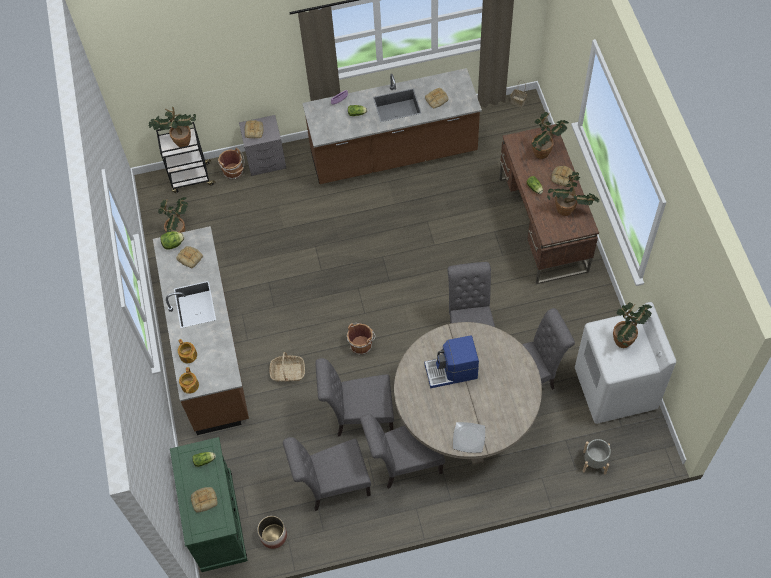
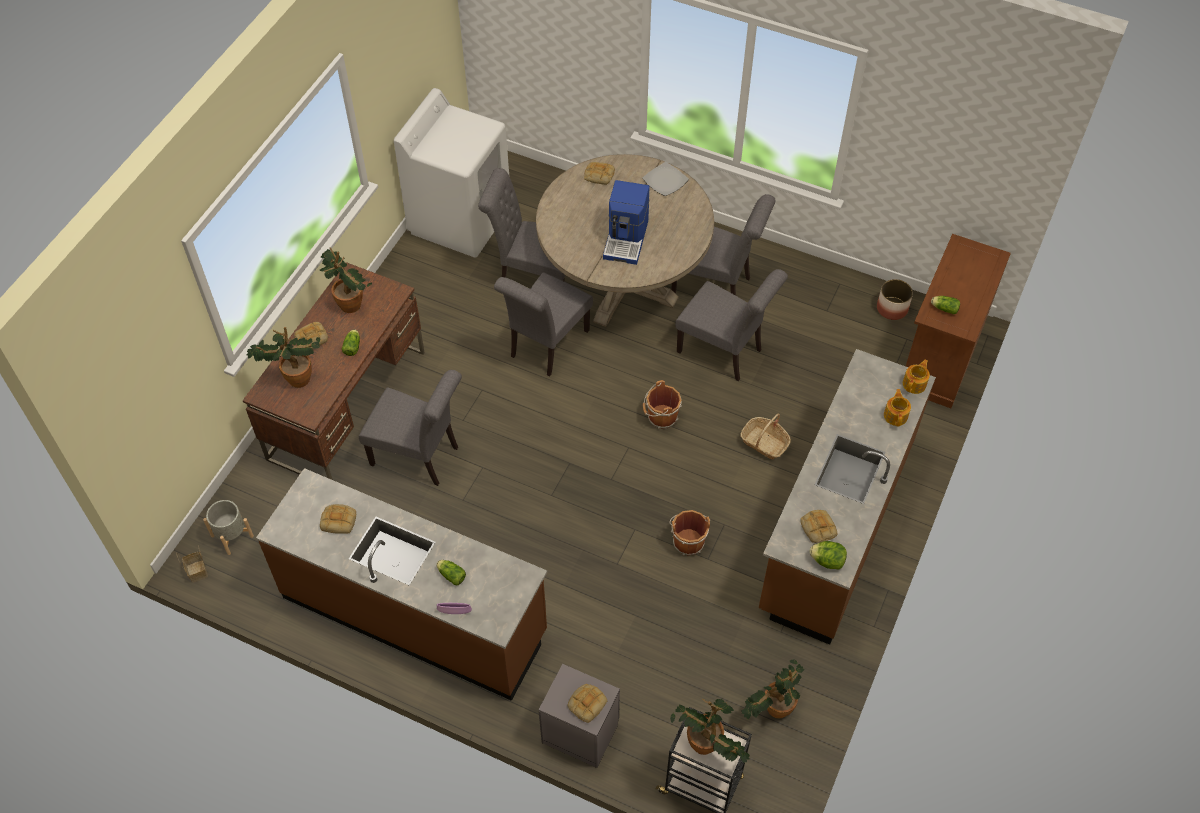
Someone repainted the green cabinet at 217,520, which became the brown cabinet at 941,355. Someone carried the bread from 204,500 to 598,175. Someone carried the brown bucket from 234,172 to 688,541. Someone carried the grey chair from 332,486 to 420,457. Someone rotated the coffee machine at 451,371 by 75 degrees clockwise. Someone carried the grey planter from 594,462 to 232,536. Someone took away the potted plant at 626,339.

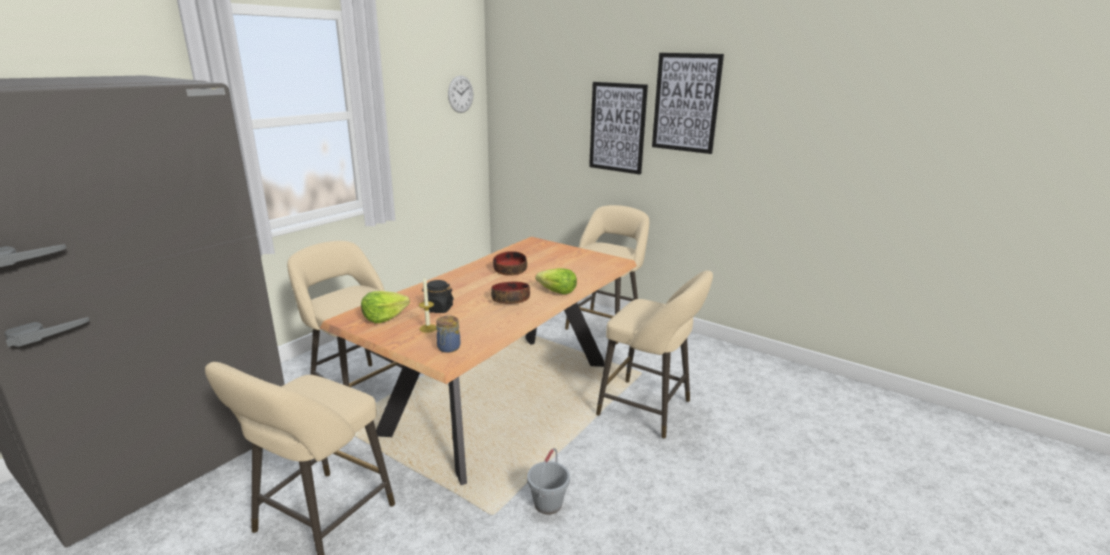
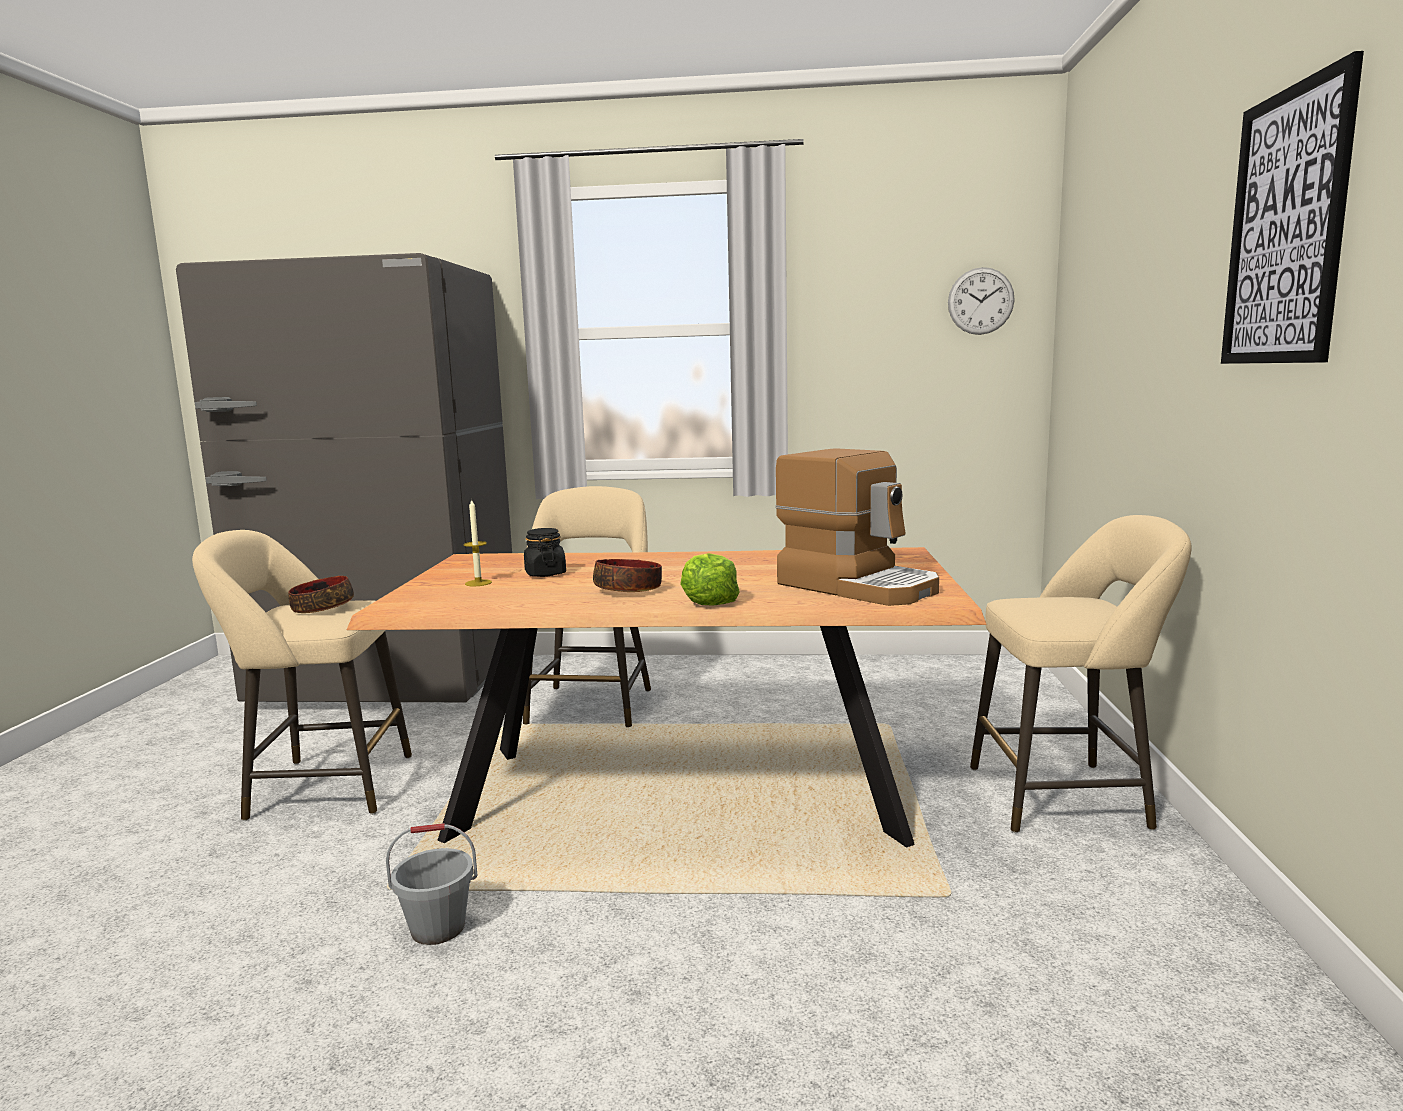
Someone took away the lettuce at 384,317. Someone took away the jar at 448,348. Someone carried the bowl from 510,270 to 322,608. Someone took away the picture at 617,127. Someone took away the beige stool at 649,410. Someone put down the coffee machine at 858,586.

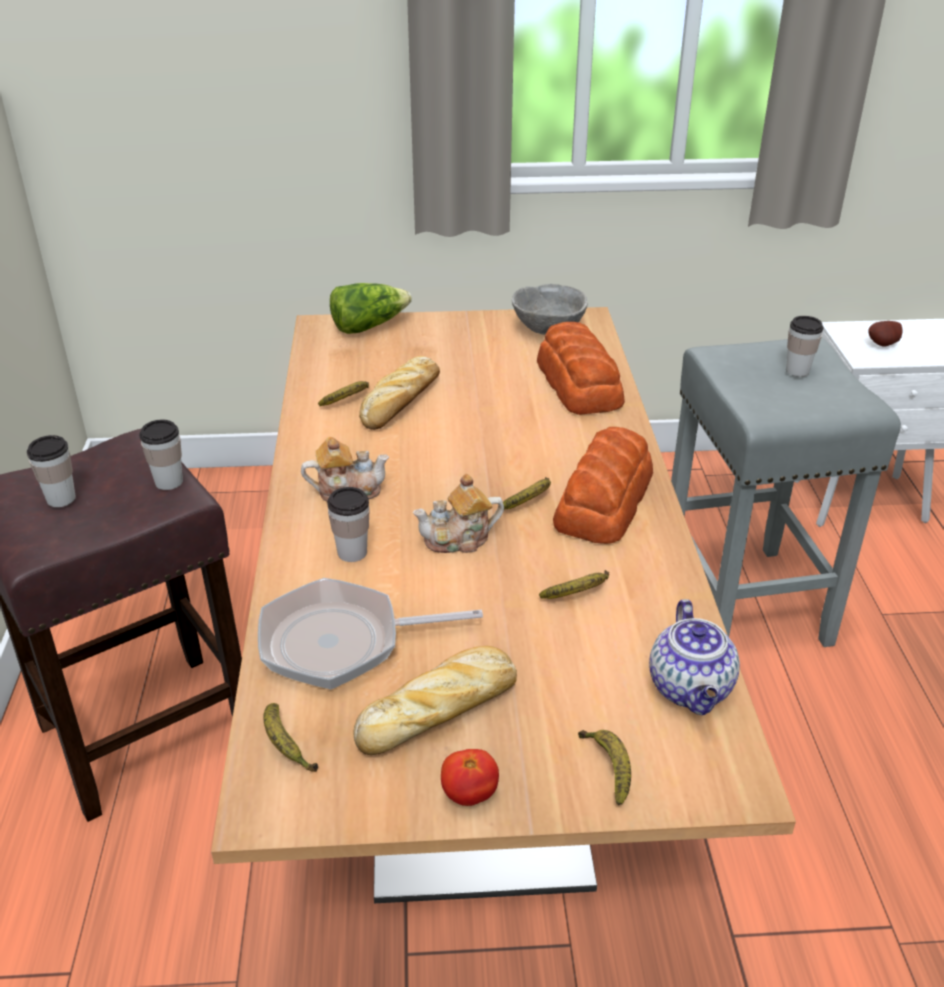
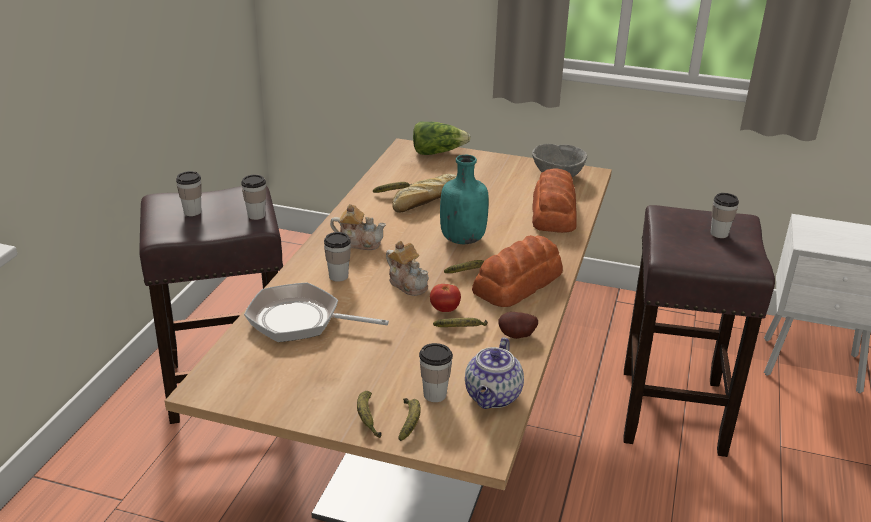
Someone carried the banana from 286,745 to 367,418. Someone took away the bread at 440,708. Someone rotated the teapot at 459,539 by 135 degrees counterclockwise. Someone carried the tomato from 469,794 to 445,309. Someone repainted the grey stool at 745,604, which became the brown stool at 673,412. Someone carried the potato from 884,345 to 517,337. Someone put down the cup at 434,394. Someone put down the turquoise bottle at 462,239.

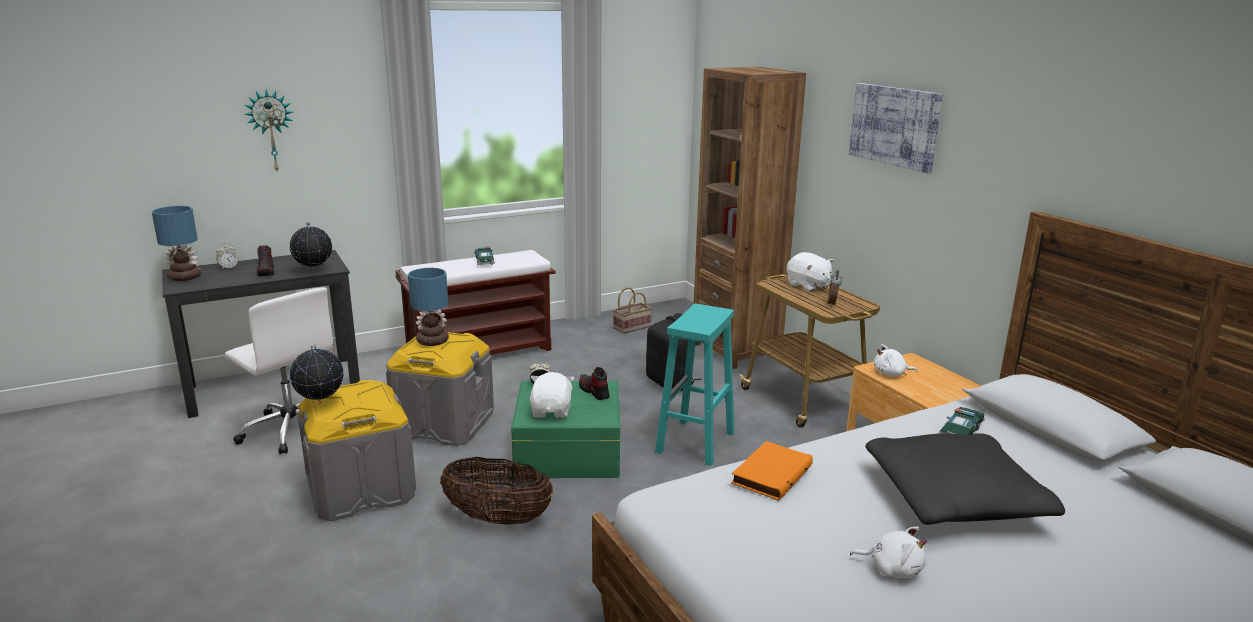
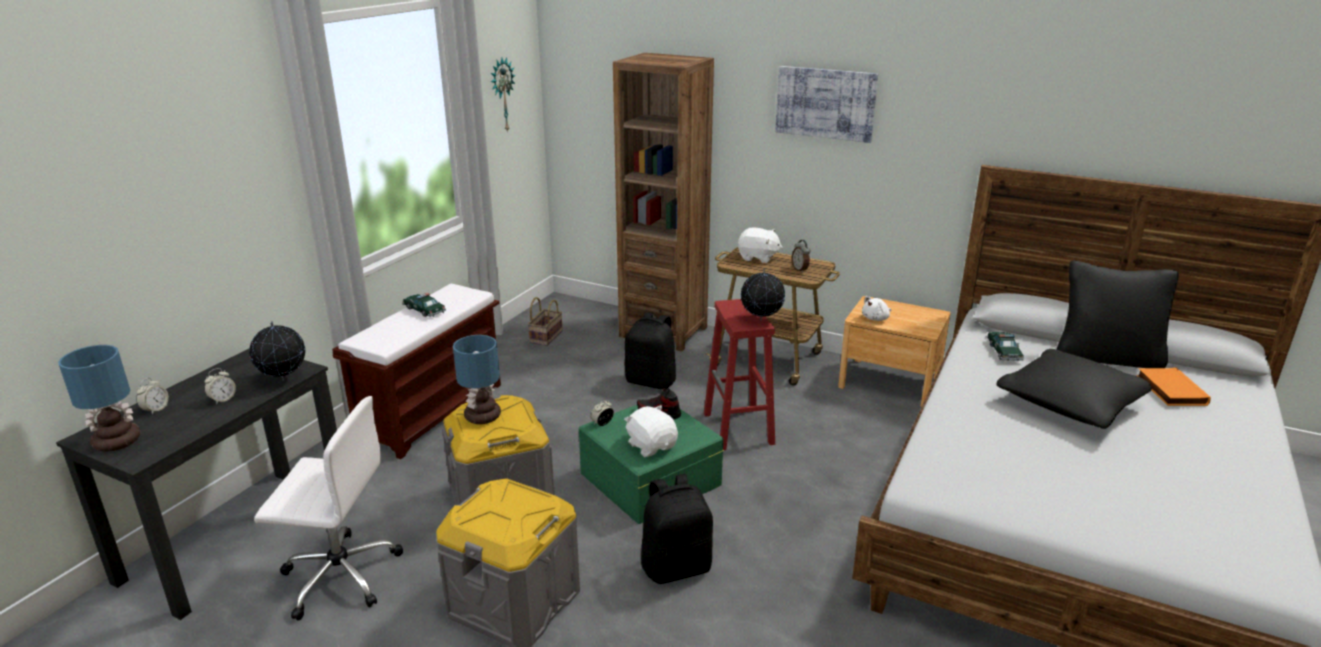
Someone carried the wall clock from 271,131 to 502,95. Someone swapped the shoe at 266,272 for the alarm clock at 222,399. Someone carried the globe from 320,403 to 761,320. Someone swapped the basket at 497,518 for the black backpack at 676,566. Someone repainted the turquoise stool at 695,443, which became the red stool at 739,429. Someone carried the orange book from 770,474 to 1169,390. Someone took away the white plush toy at 892,568. Someone put down the black pillow at 1106,357.

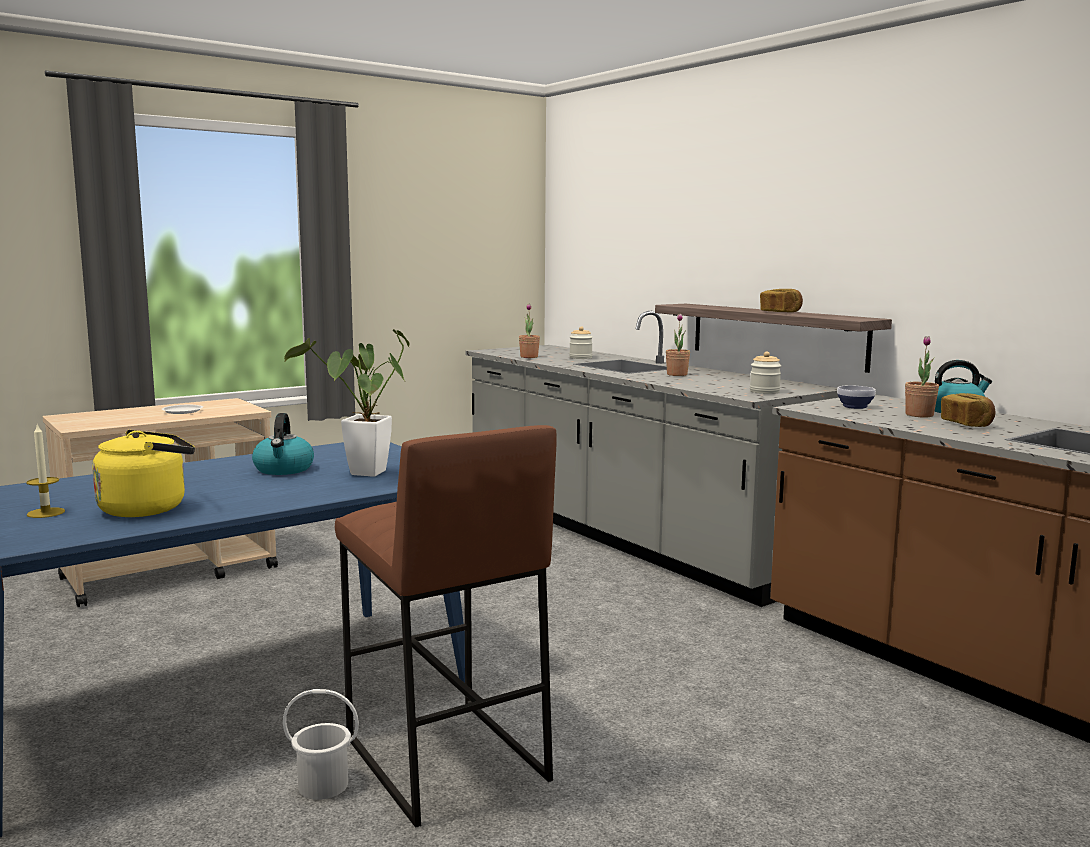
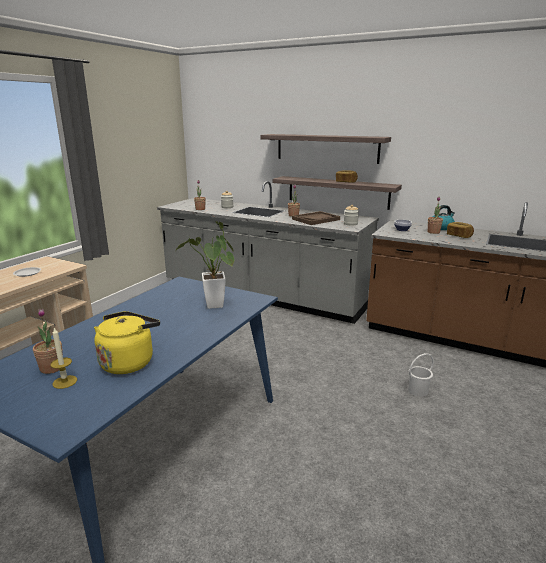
Someone took away the kettle at 284,469. Someone carried the white bucket from 323,785 to 417,390. Someone took away the brown stool at 443,758. Someone put down the potted plant at 51,368. Someone put up the shelf at 326,148. Someone put down the brown tray at 316,219.

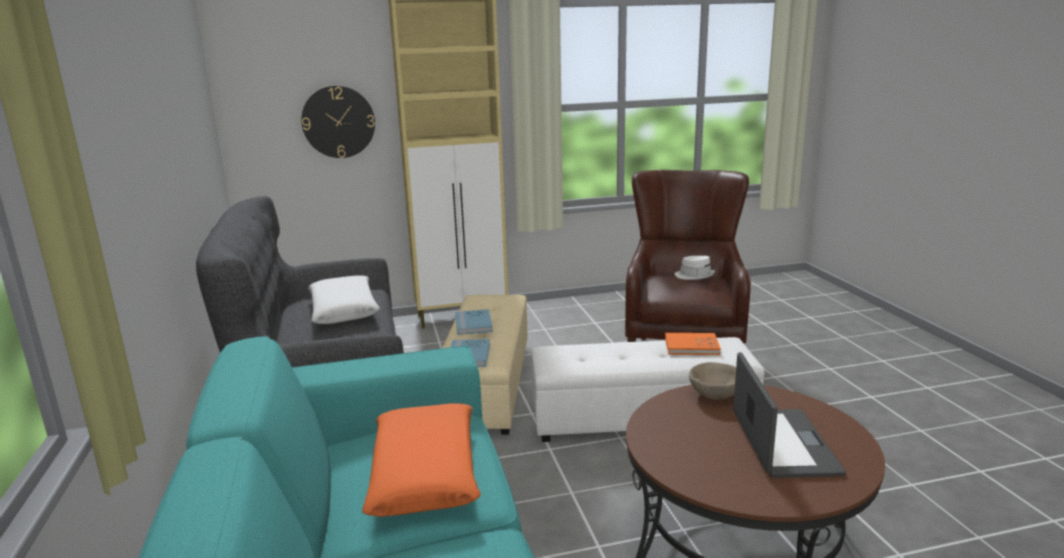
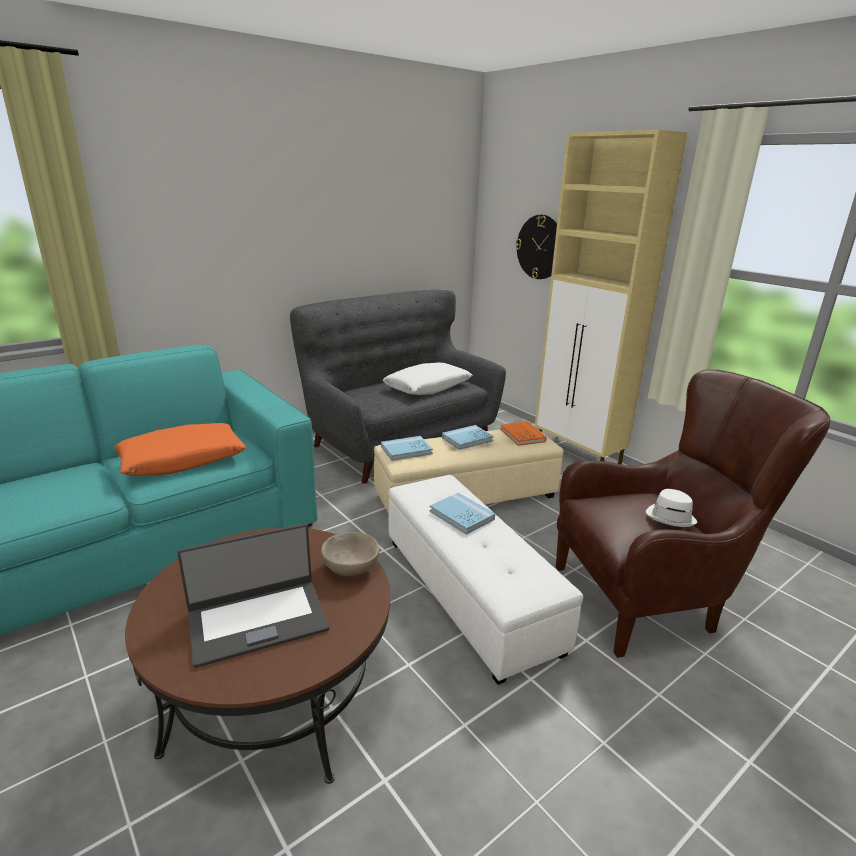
Someone carried the orange book from 691,346 to 522,435. Someone put down the blue book at 461,515.

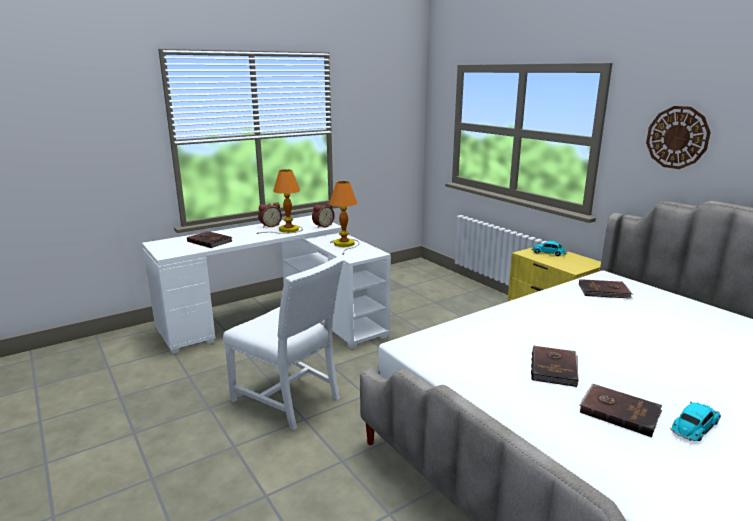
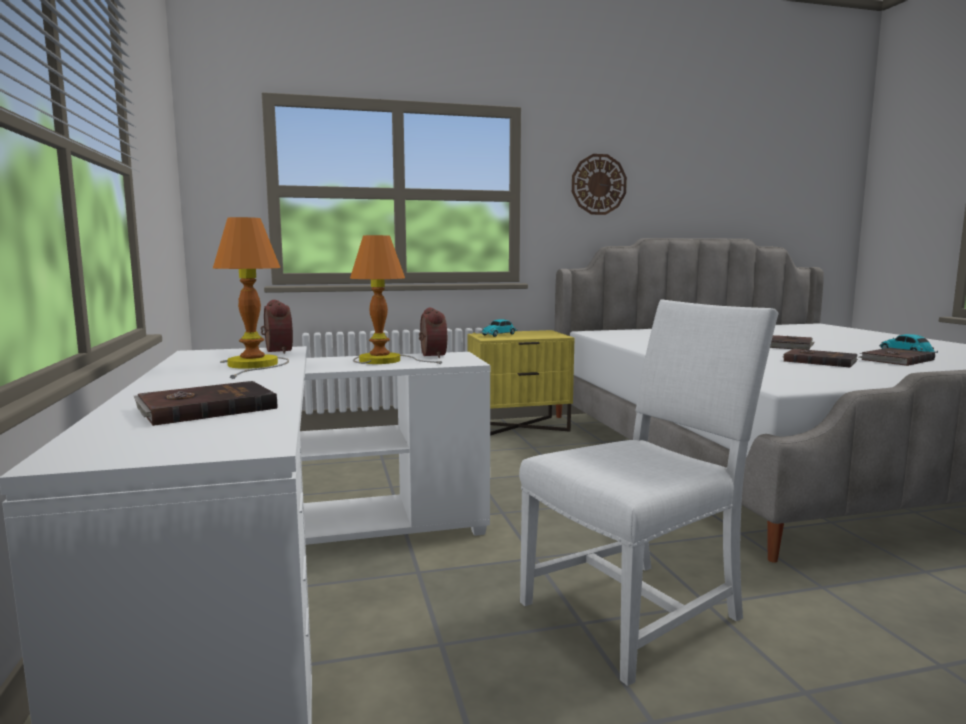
Someone carried the alarm clock from 270,225 to 430,355. Someone carried the brown book from 604,291 to 791,345.

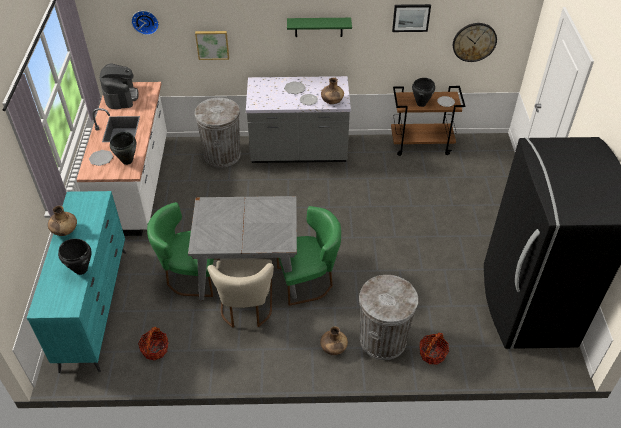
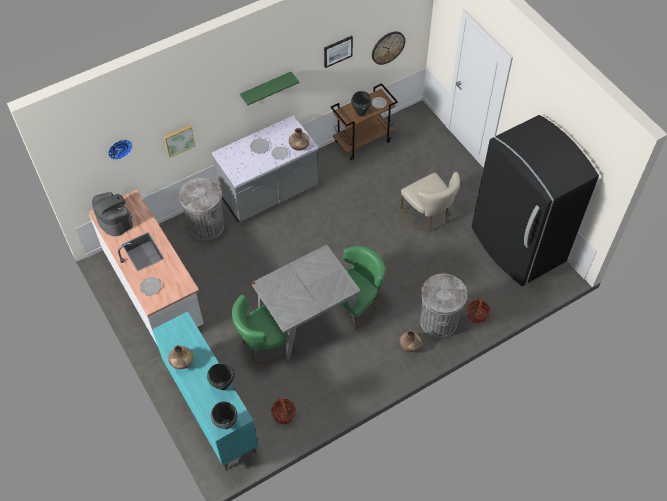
Someone carried the black cooking pot from 127,161 to 226,424. Someone carried the beige chair from 246,309 to 428,215.

